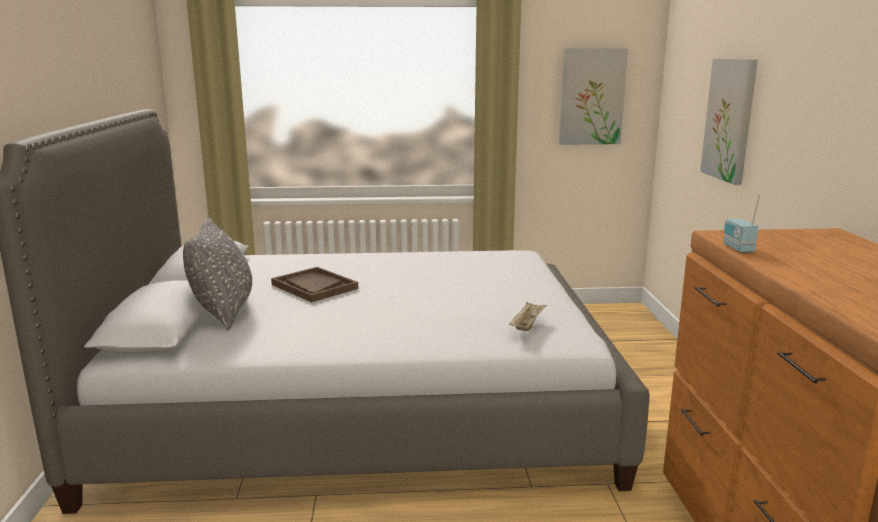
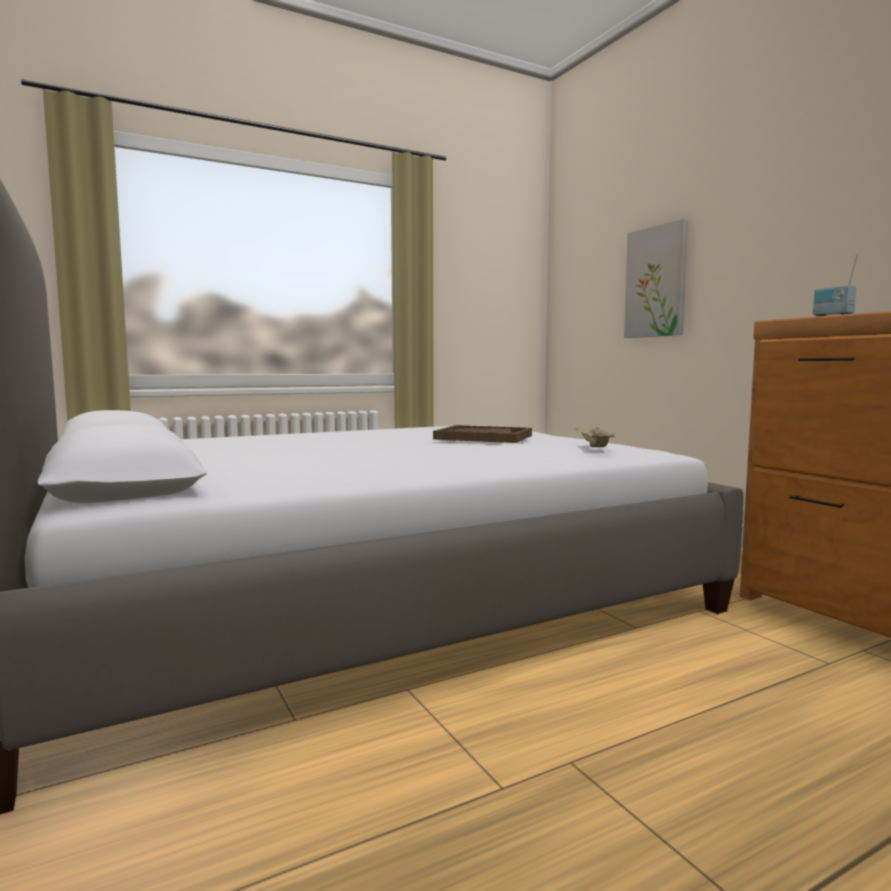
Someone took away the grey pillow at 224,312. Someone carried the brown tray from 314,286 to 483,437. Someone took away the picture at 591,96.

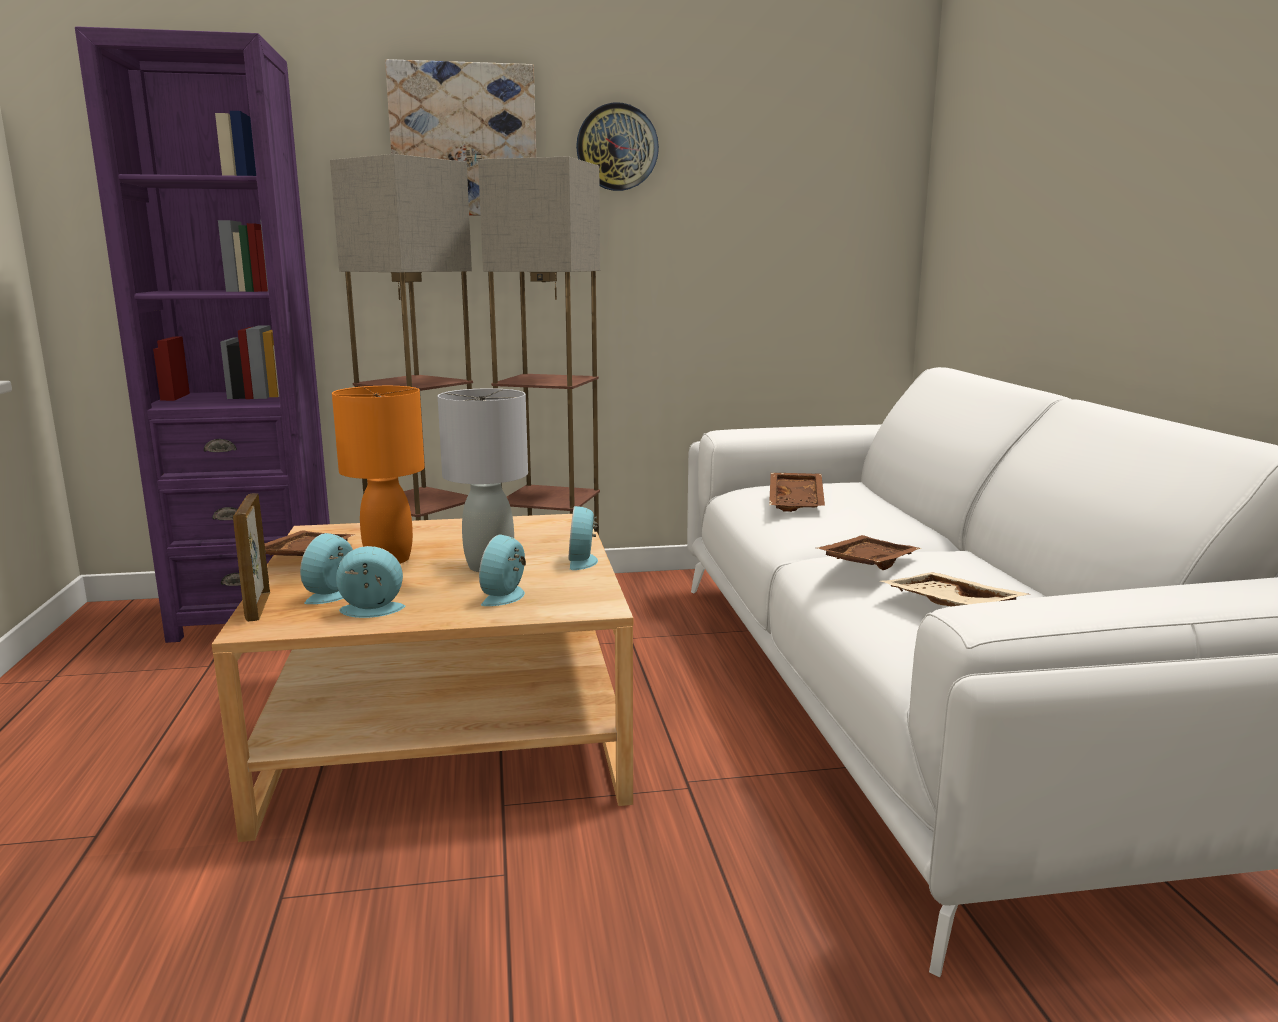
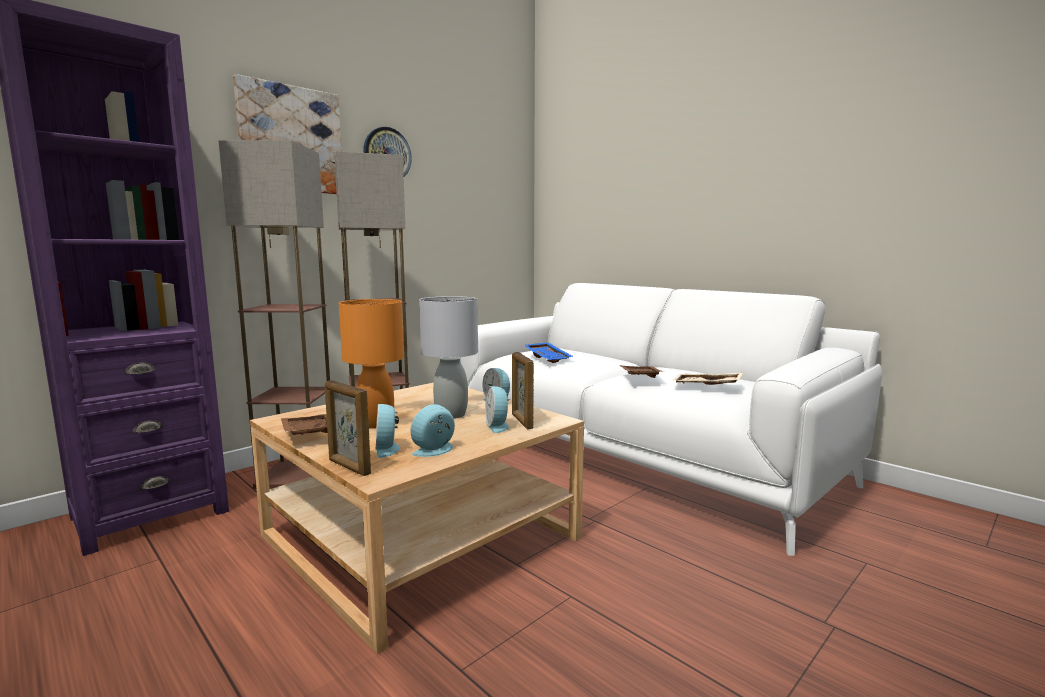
Someone repainted the brown tray at 797,502, which became the blue tray at 548,358. Someone put down the picture frame at 522,421.

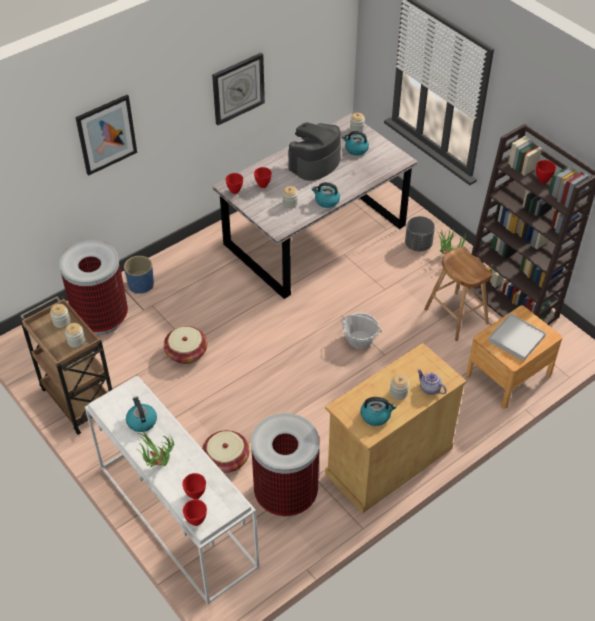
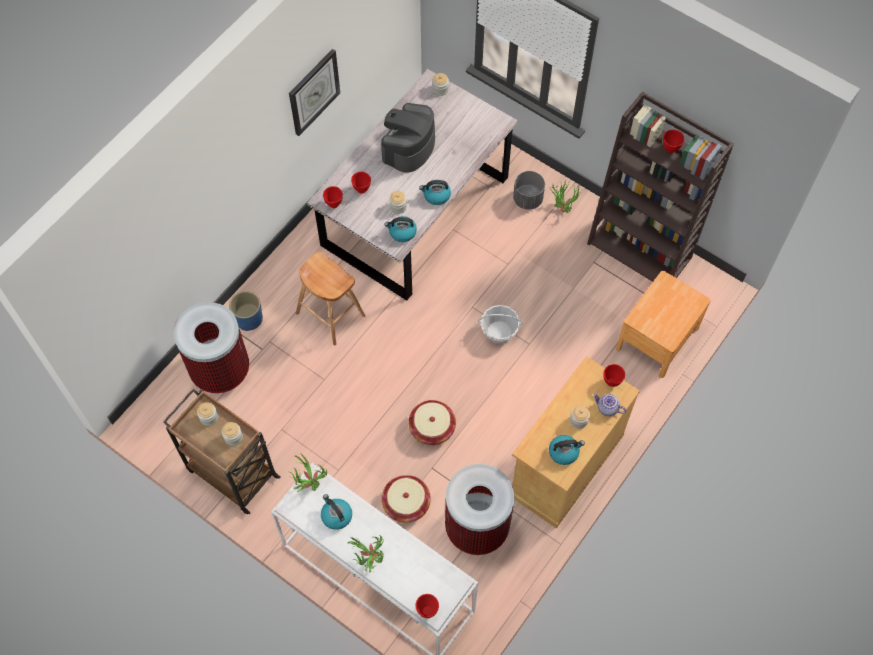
Someone took away the picture at 106,134. Someone carried the basket from 186,352 to 432,428. Someone carried the red bowl from 196,494 to 612,381. Someone carried the kettle from 356,149 to 402,232. Someone carried the brown stool from 456,316 to 330,314. Someone took away the white tray at 516,339. Someone put down the potted plant at 309,484.

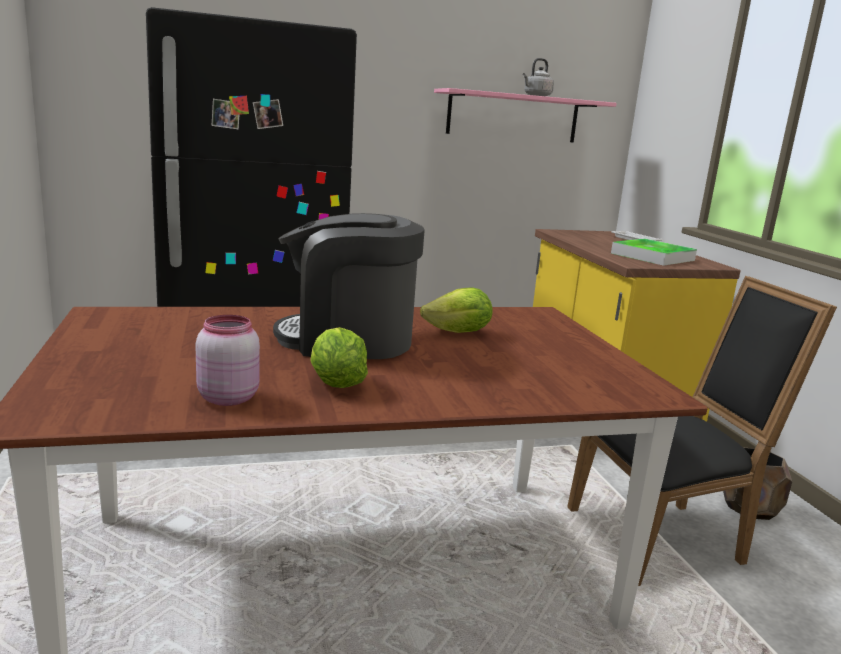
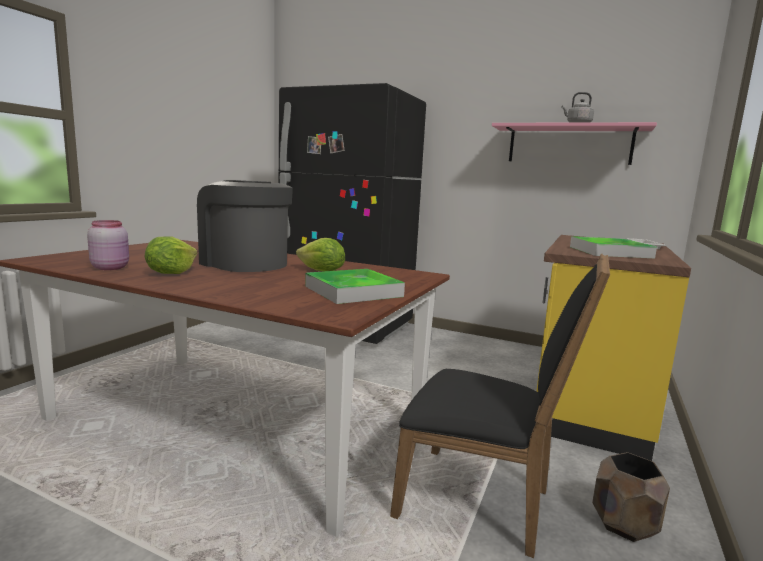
Someone put down the tray at 353,291.

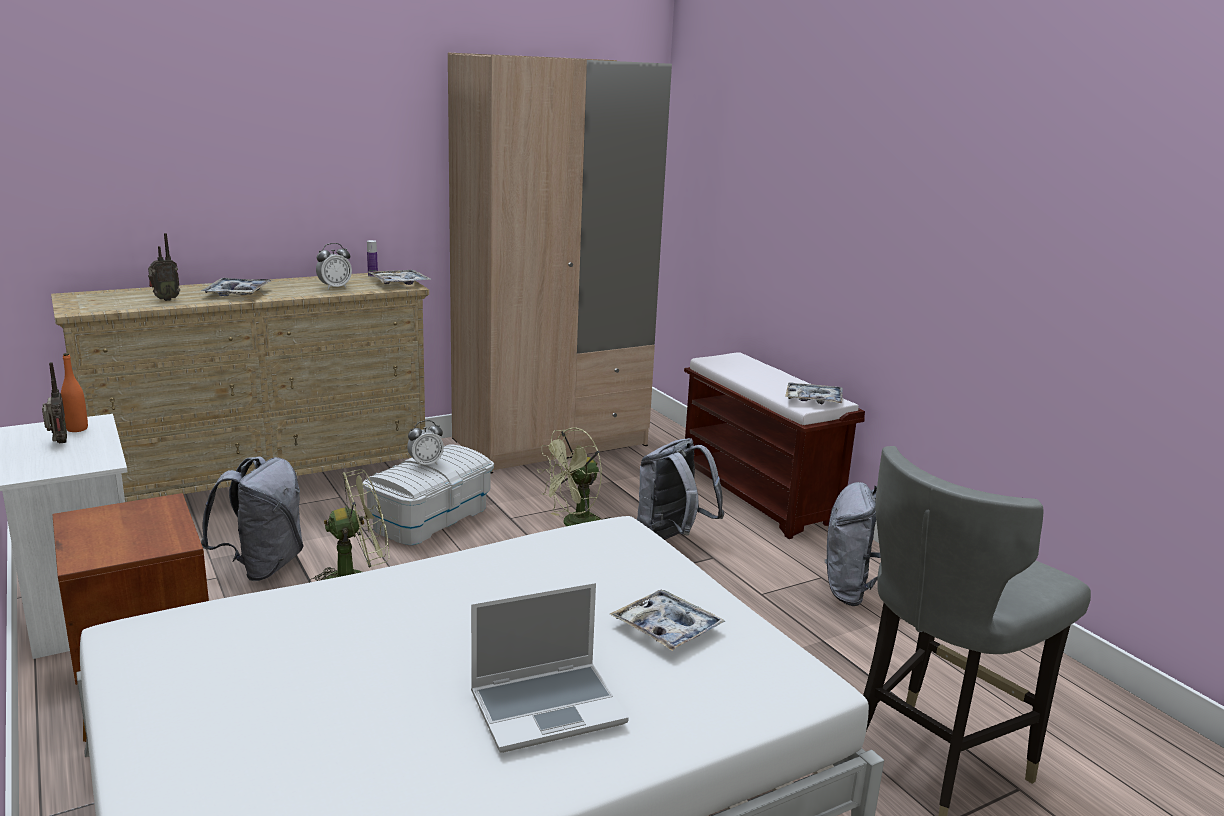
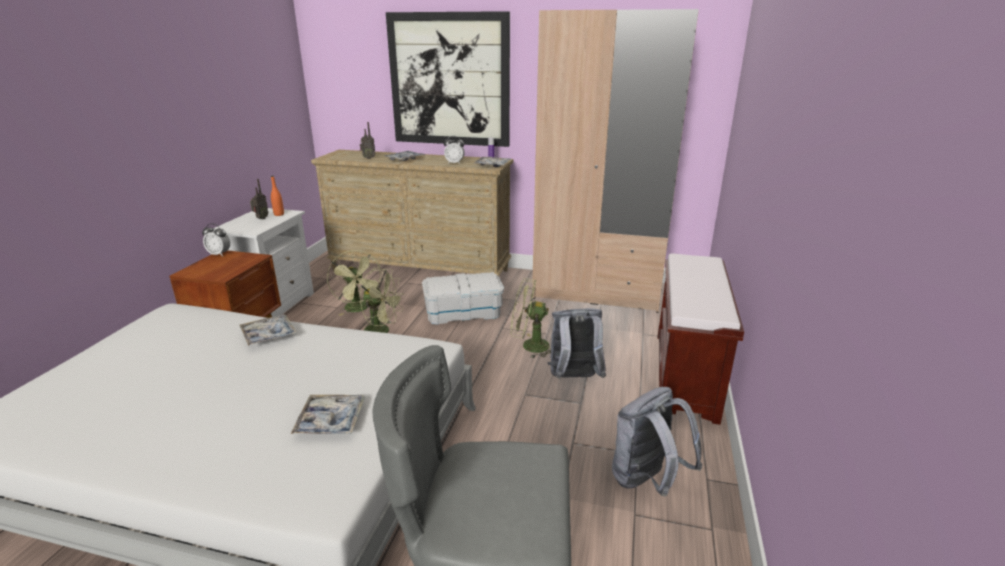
Someone swapped the grey backpack at 262,567 for the green fan at 359,309. Someone carried the alarm clock from 425,464 to 219,254. Someone took away the laptop at 549,707. Someone carried the tray from 813,399 to 269,335. Someone put up the picture at 449,80.

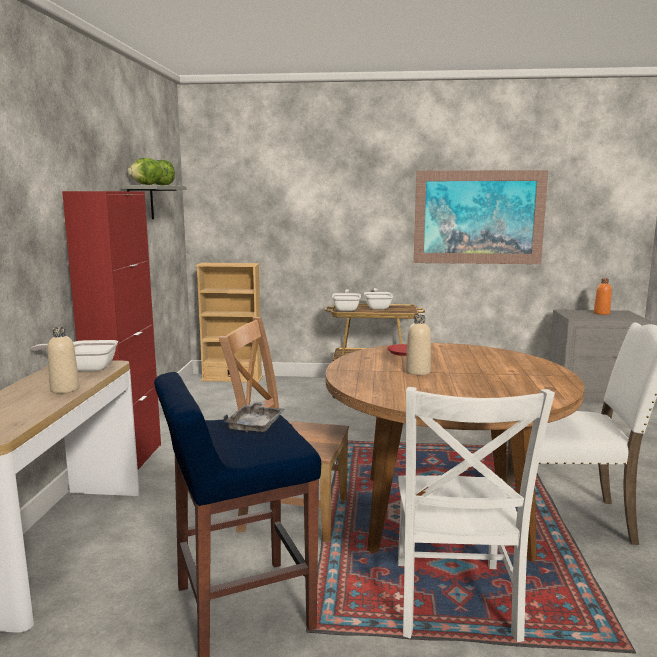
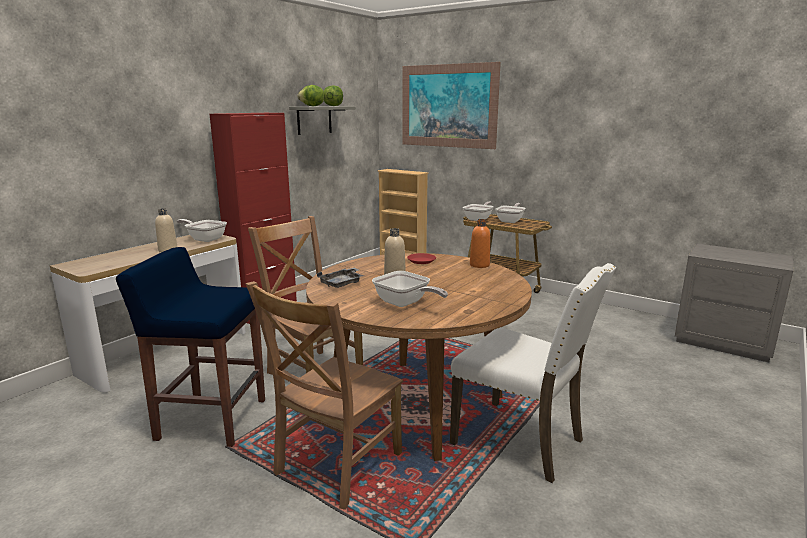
Someone carried the grey tray from 256,425 to 342,283. Someone repainted the white chair at 454,603, which became the brown chair at 335,466. Someone carried the picture from 478,217 to 448,106. Someone carried the orange bottle from 601,313 to 479,265. Someone put down the frying pan at 405,303.

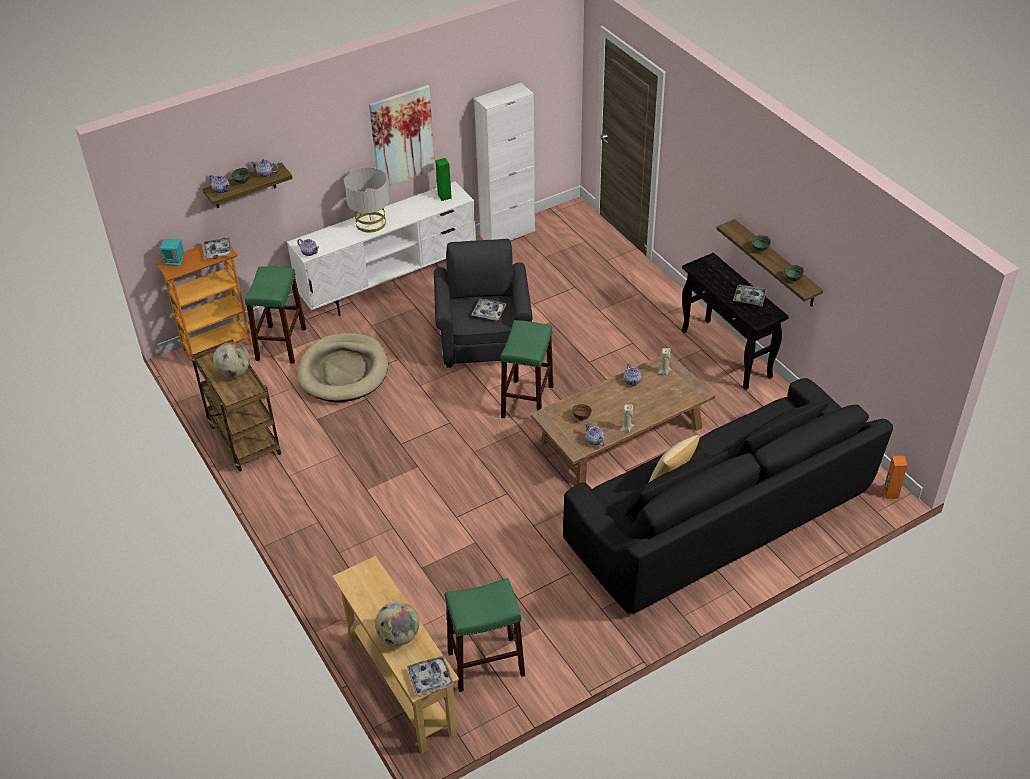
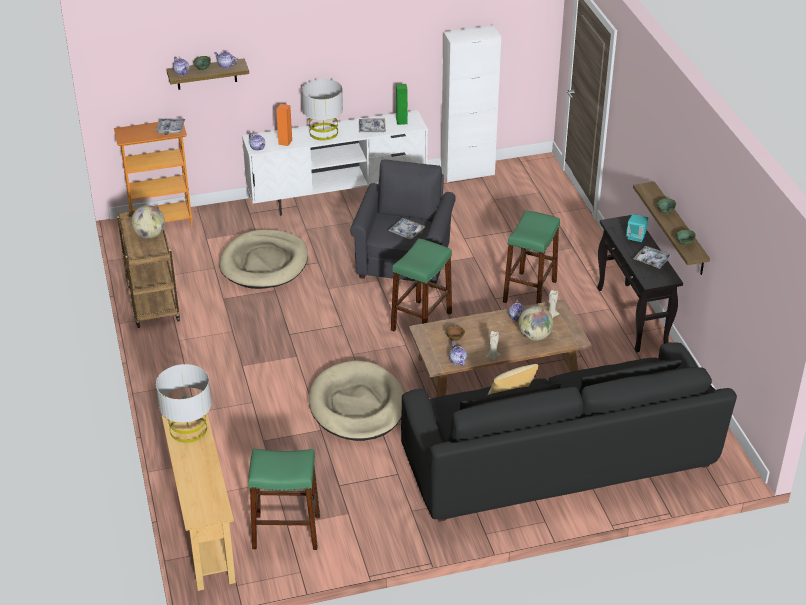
Someone carried the turquoise speaker from 174,261 to 636,237. Someone carried the green stool from 281,344 to 529,291. Someone took away the picture at 402,137. Someone carried the globe from 398,636 to 534,336. Someone carried the tray from 430,678 to 372,128. Someone carried the orange speaker from 890,493 to 285,142. Someone put down the grey table lamp at 188,430. Someone put down the beige dog bed at 357,405.

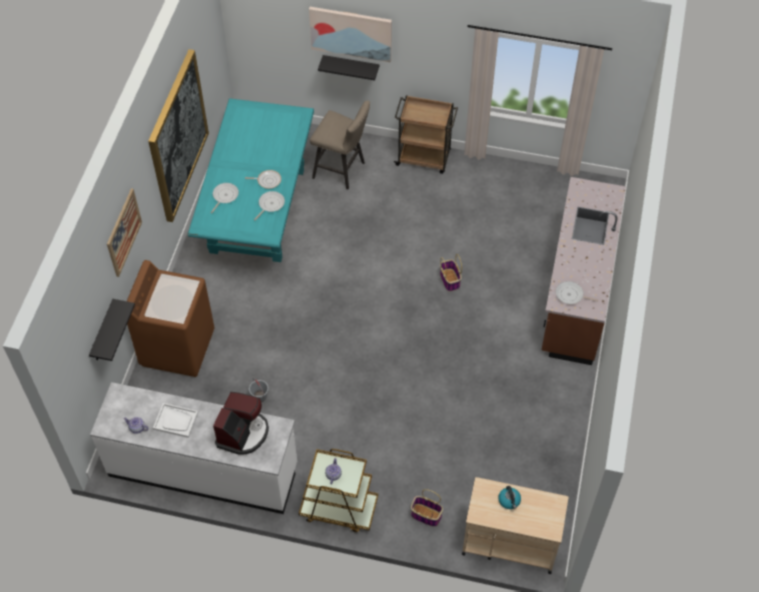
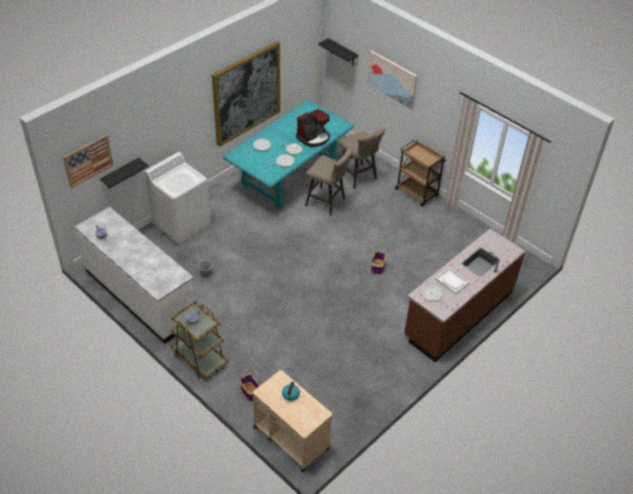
Someone carried the picture from 123,232 to 88,161. Someone repainted the brown washing machine at 177,347, which became the white washing machine at 182,224. Someone carried the white tray from 176,421 to 452,281. Someone carried the coffee machine from 243,433 to 313,138. Someone carried the black shelf from 351,67 to 342,52. Someone put down the beige stool at 327,202.

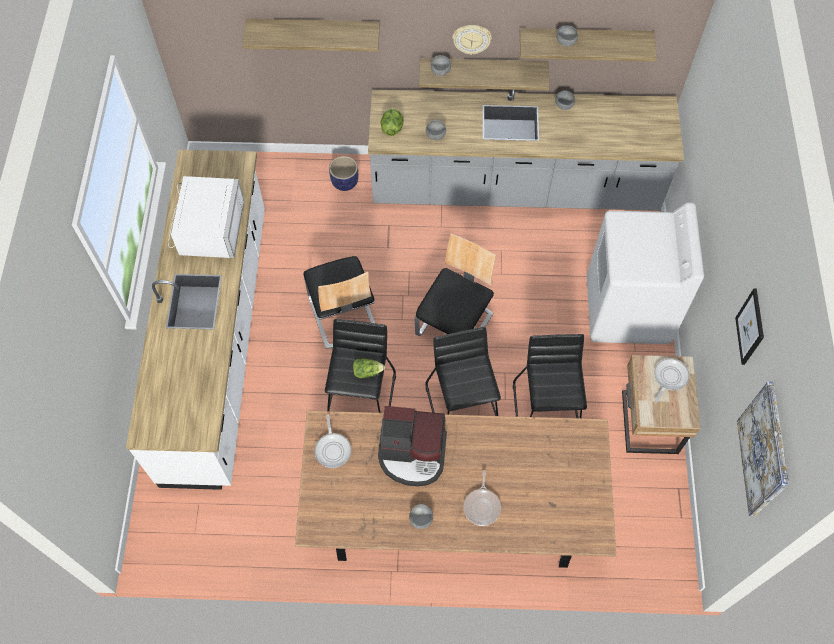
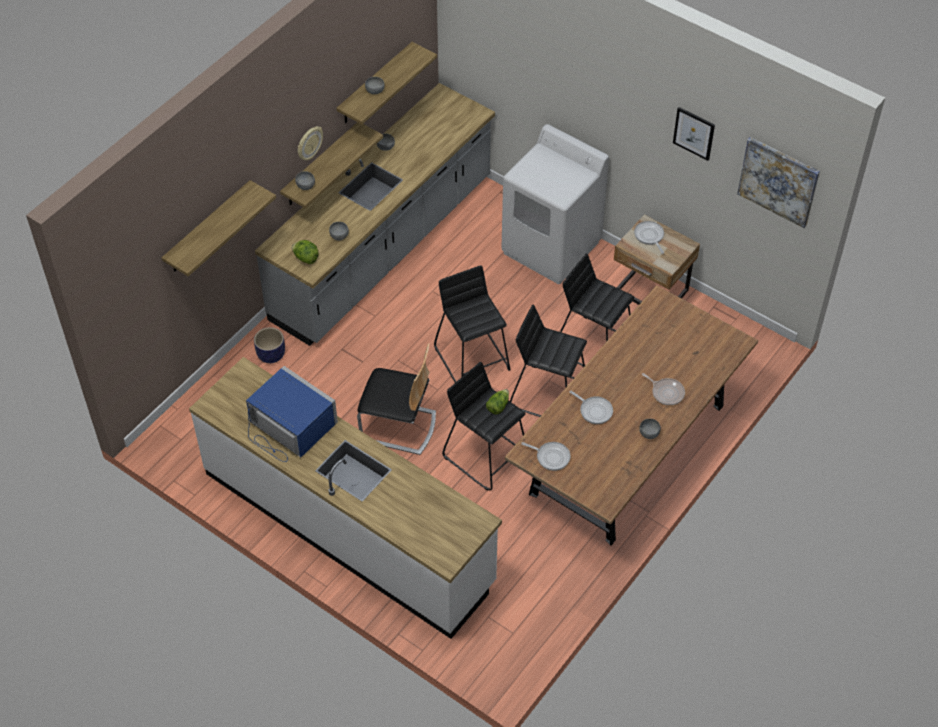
Someone repainted the white microwave at 206,228, which became the blue microwave at 289,427. Someone swapped the coffee machine at 412,454 for the frying pan at 594,410. Someone swapped the chair at 455,325 for the black stool at 473,358.

